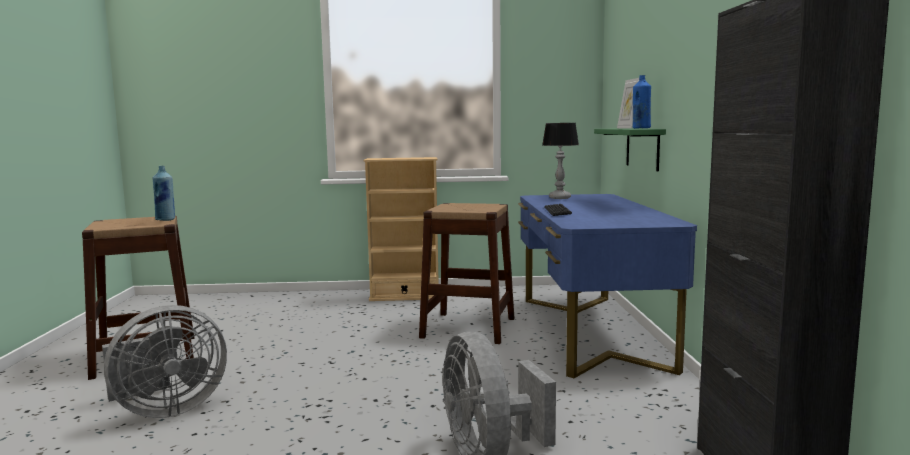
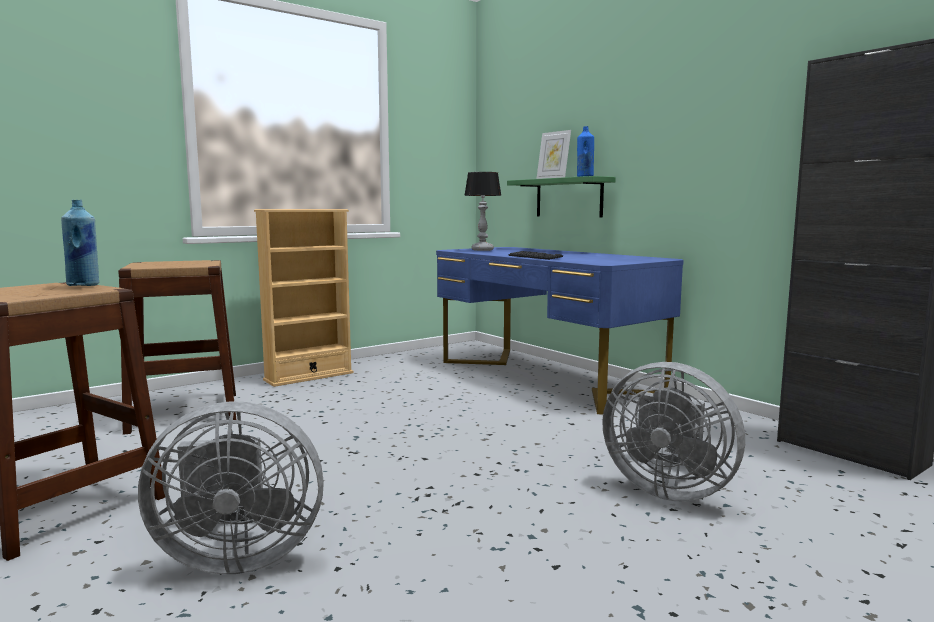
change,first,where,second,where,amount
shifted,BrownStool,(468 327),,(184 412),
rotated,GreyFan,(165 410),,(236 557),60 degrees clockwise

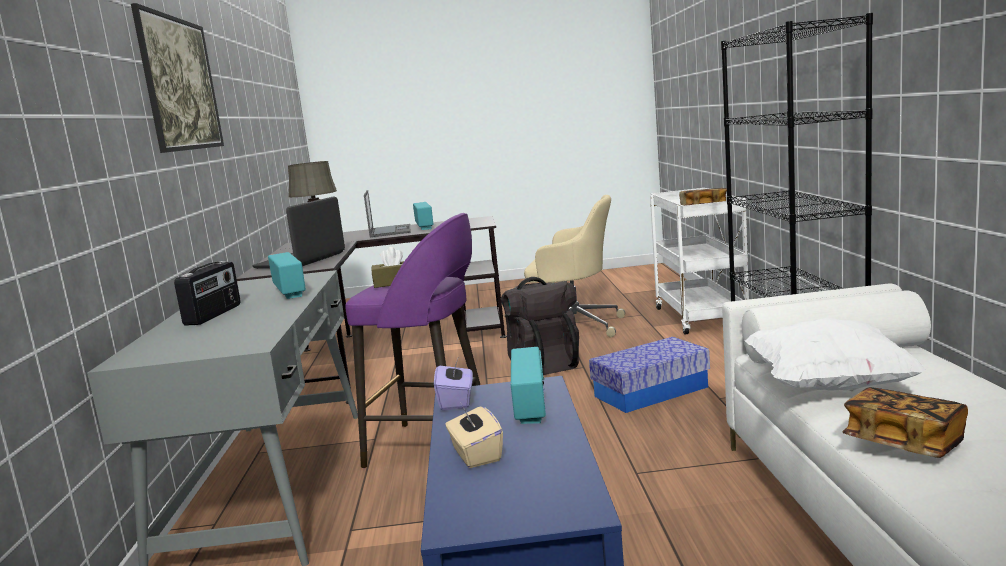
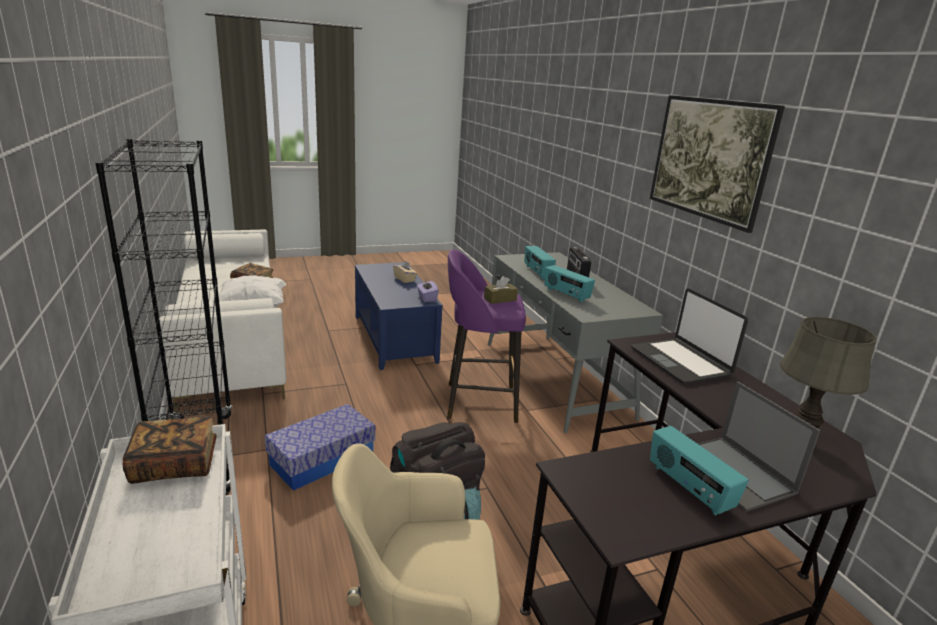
change,first,where,second,where,amount
rotated,Laptop,(301 260),,(680 362),150 degrees clockwise
shifted,Radio,(531 407),,(537 272),

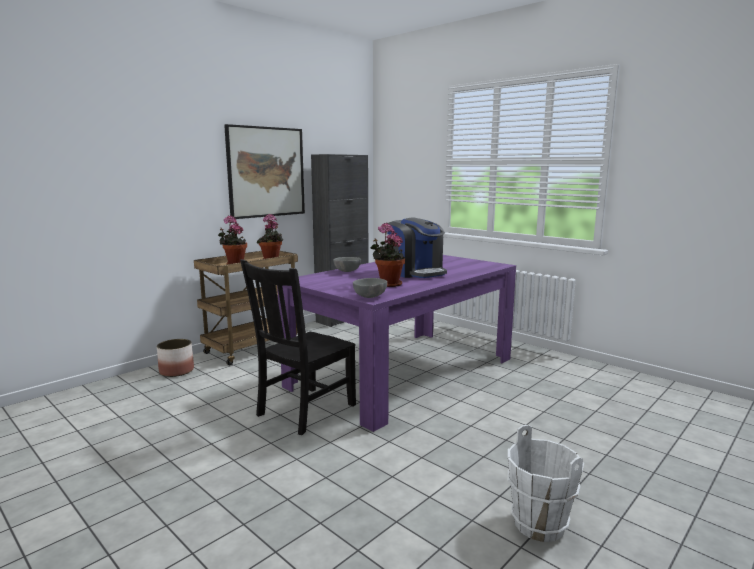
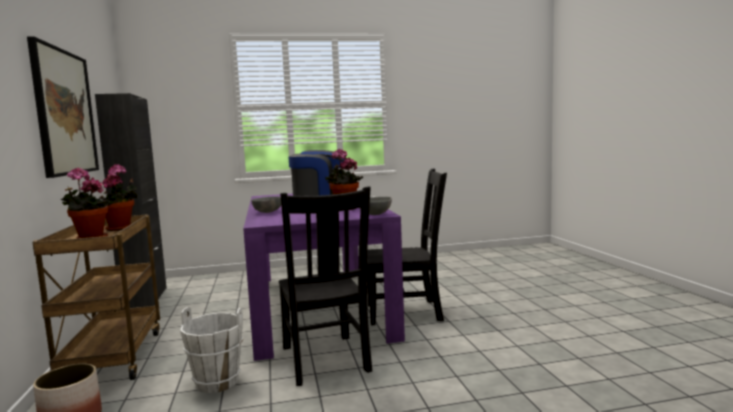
change,first,where,second,where,amount
shifted,WhiteBucket,(538 525),,(217 382),
new,,,BlackChair,(407 312),

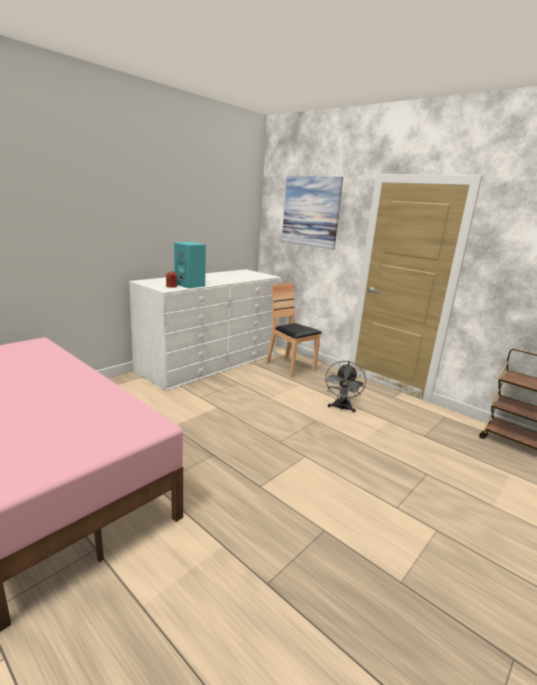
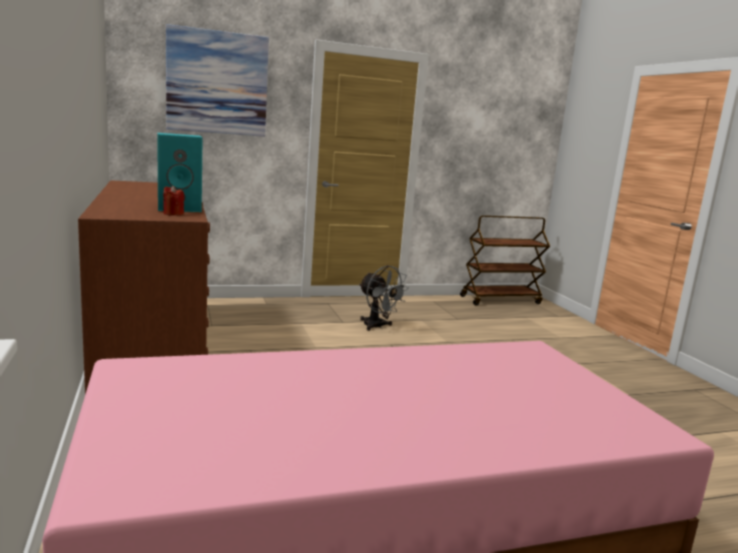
change,first,where,second,where,amount
repainted,WhiteDresser,(210 362),BrownDresser,(152 345),
gone,BrownChair,(290 367),,,

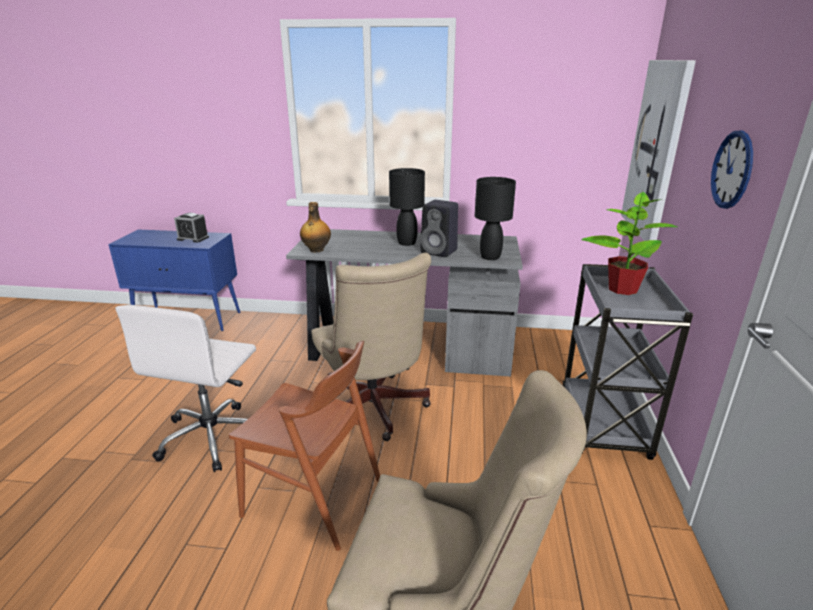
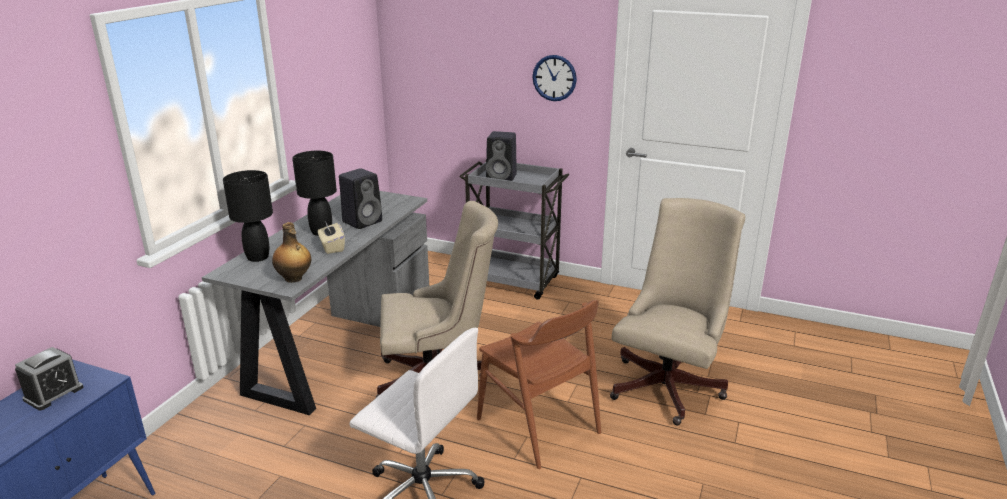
change,first,where,second,where,amount
gone,Picture,(657 150),,,
shifted,BlackTableLamp,(490 257),,(258 257),
swapped,PottedPlant,(622 289),BlackSpeaker,(502 177),
rotated,BrownChair,(313 497),,(538 425),105 degrees clockwise
new,,,BeigeTissueBox,(332 247),

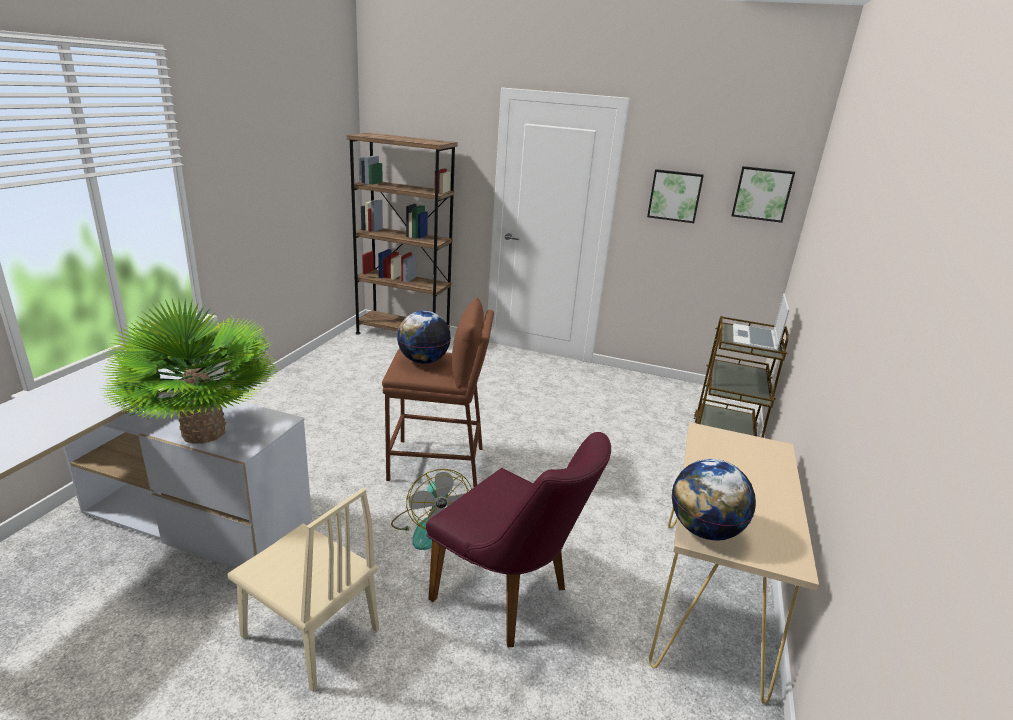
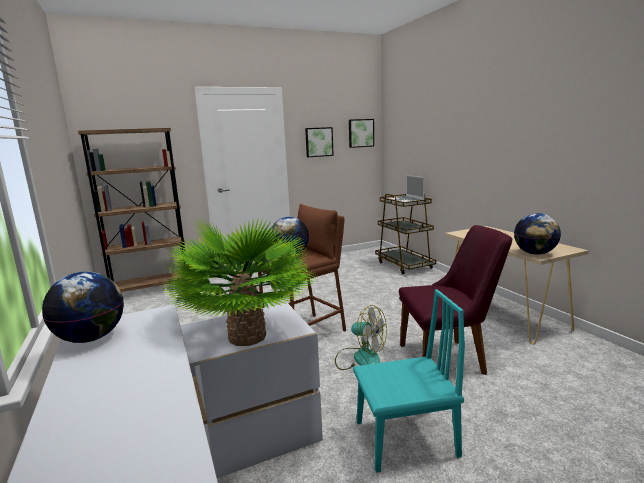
change,first,where,second,where,amount
repainted,BeigeChair,(310 632),TurquoiseChair,(405 438),
new,,,Globe,(91 338),

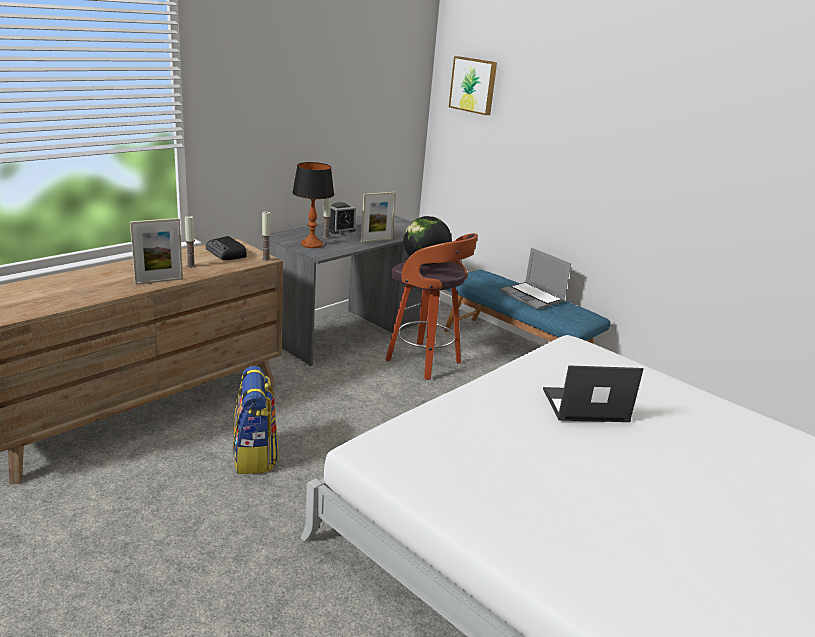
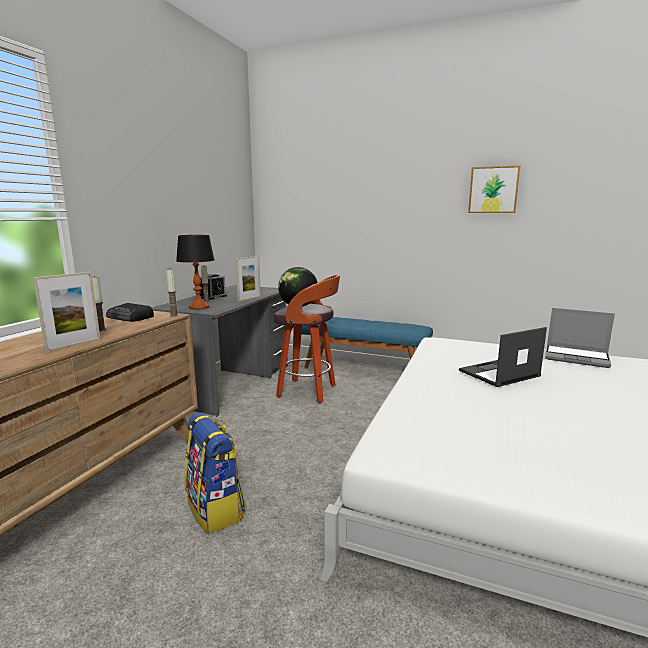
change,first,where,second,where,amount
shifted,Picture,(474 85),,(493 190),
shifted,Laptop,(533 297),,(577 357),

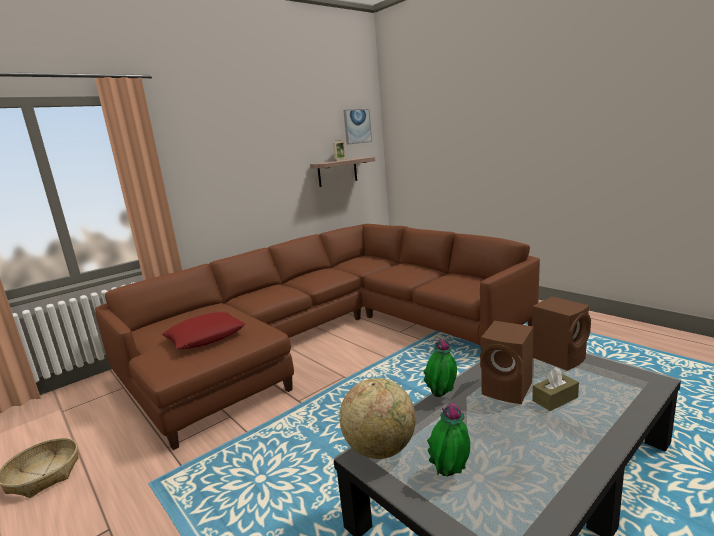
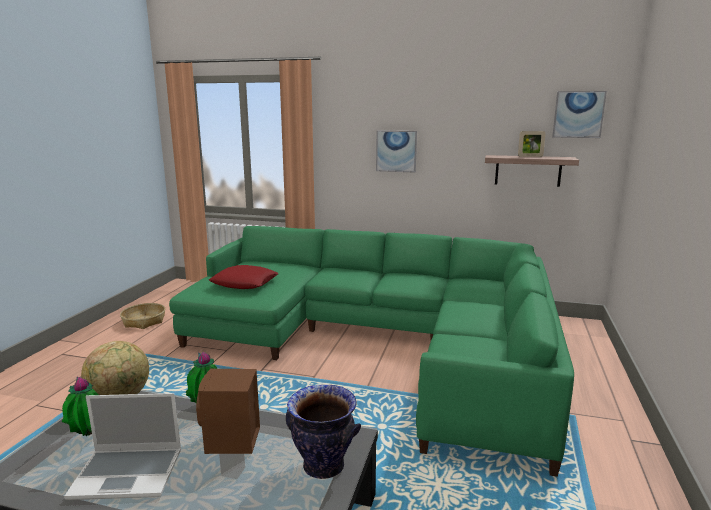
change,first,where,second,where,amount
repainted,BrownSofa,(325 336),GreenSofa,(379 342),
swapped,BrownSpeaker,(559 357),Vase,(324 466),
gone,BrownTissueBox,(555 399),,,
new,,,Picture,(396 151),
new,,,Laptop,(129 473),

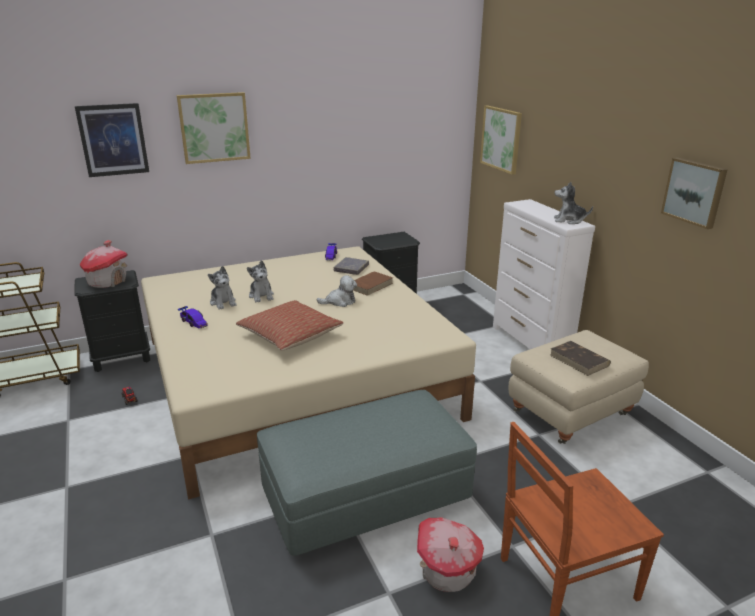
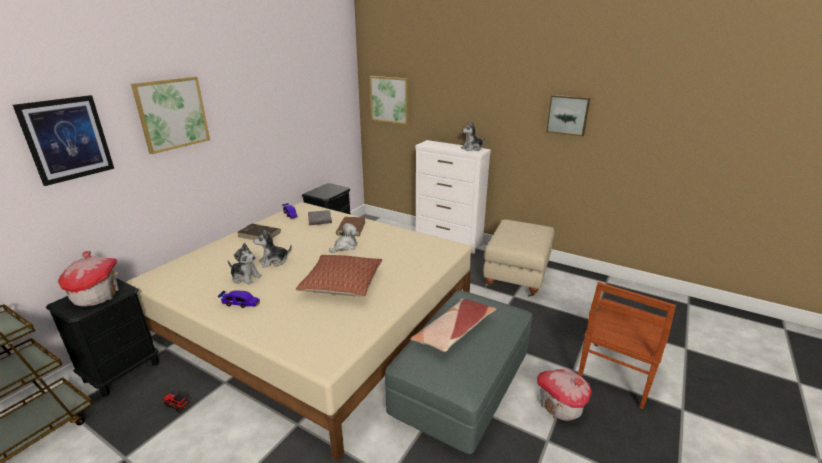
change,first,where,second,where,amount
rotated,PlushToy,(261 296),,(274 261),120 degrees clockwise
shifted,BrownBook,(579 360),,(260 234),
new,,,Pillow,(454 332),

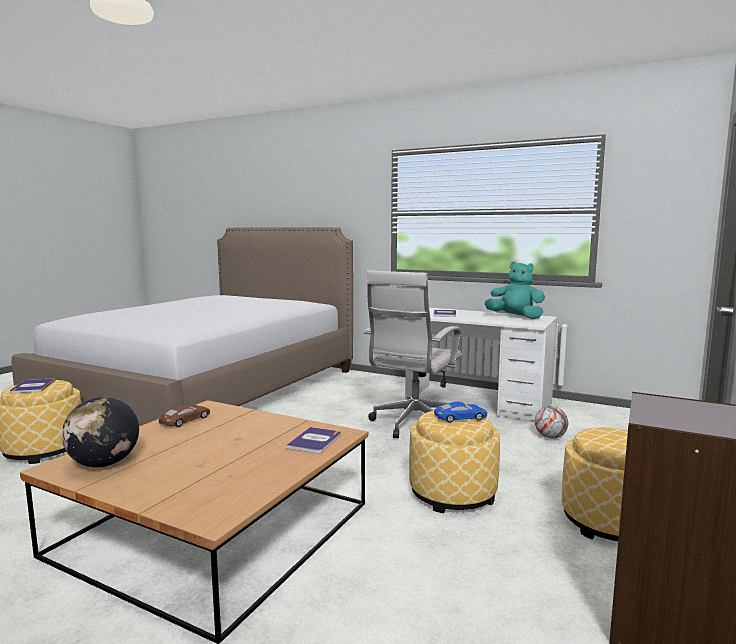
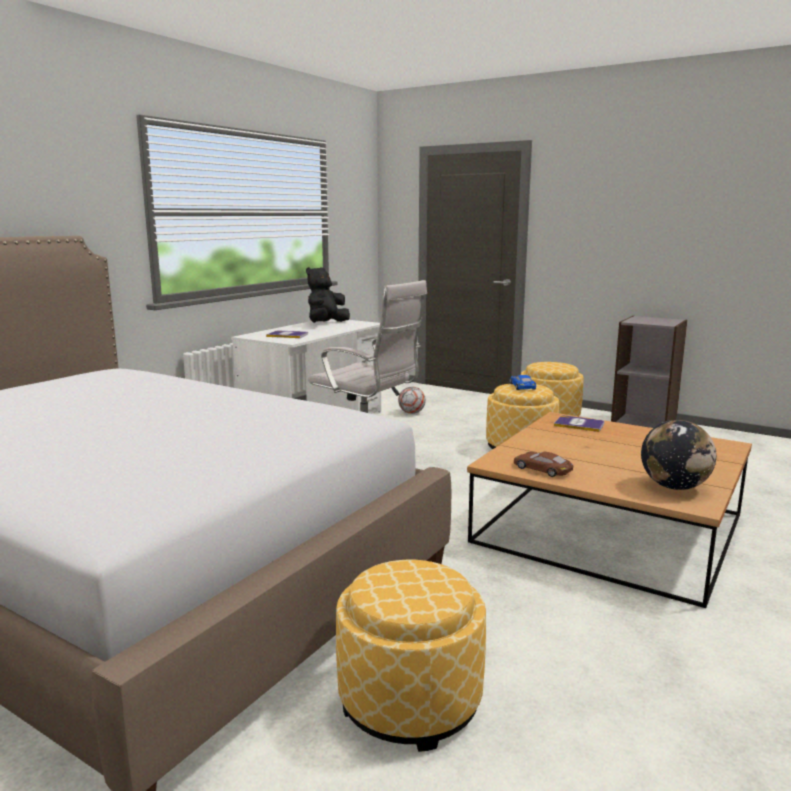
change,first,where,second,where,amount
repainted,TurquoisePlushToy,(515 317),BlackPlushToy,(326 324),
gone,Book,(33 386),,,

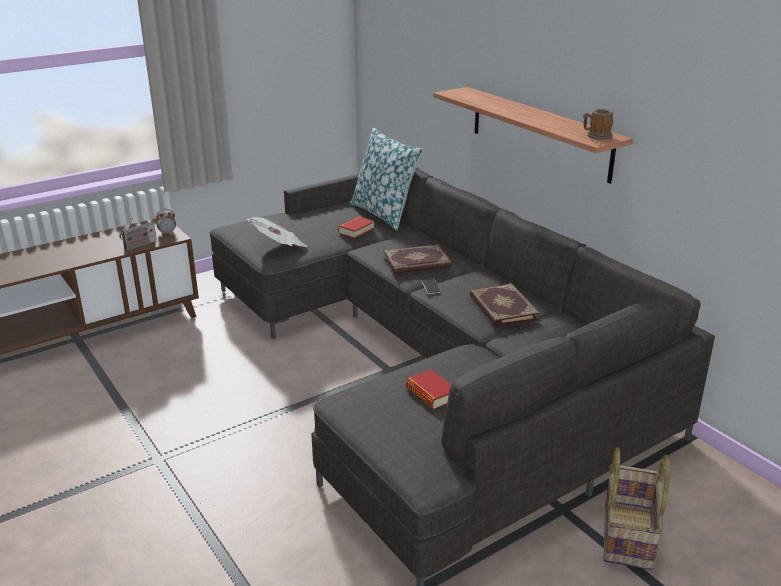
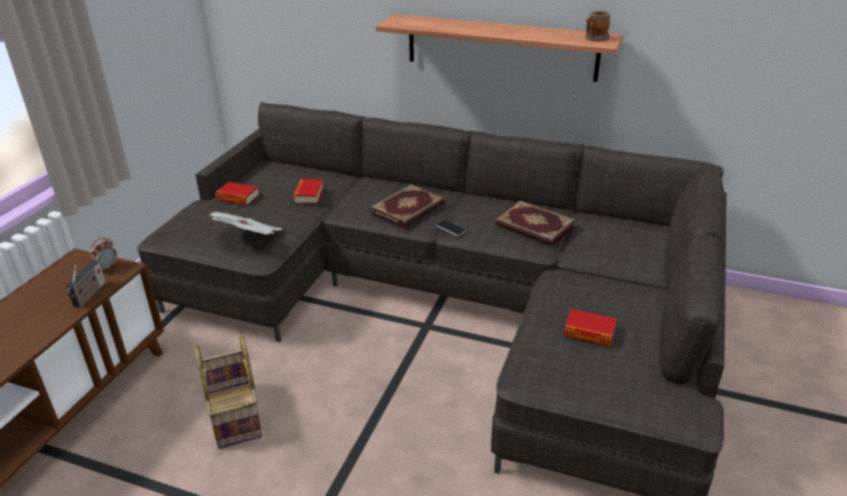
change,first,where,second,where,amount
gone,Pillow,(384 213),,,
shifted,Basket,(629 535),,(236 415),
new,,,Book,(237 198),

